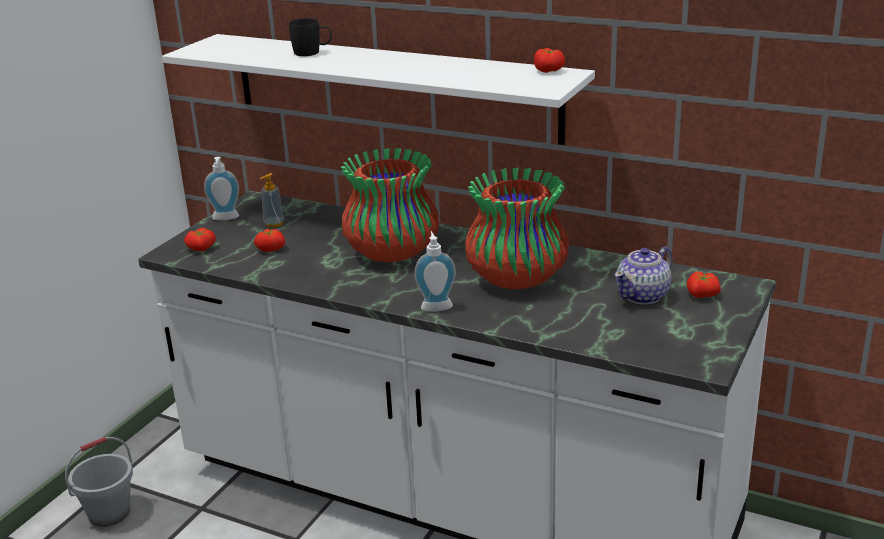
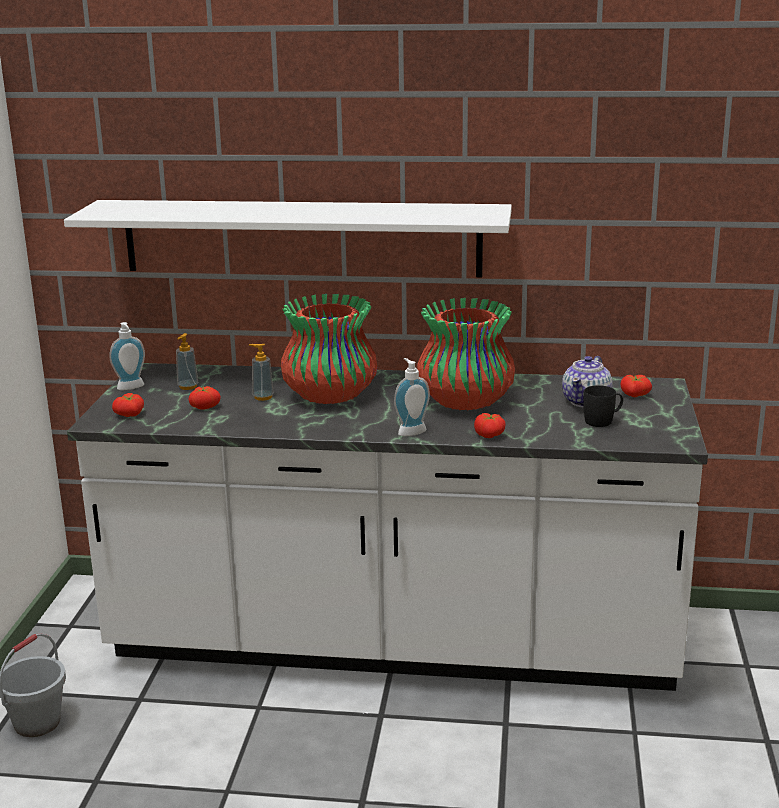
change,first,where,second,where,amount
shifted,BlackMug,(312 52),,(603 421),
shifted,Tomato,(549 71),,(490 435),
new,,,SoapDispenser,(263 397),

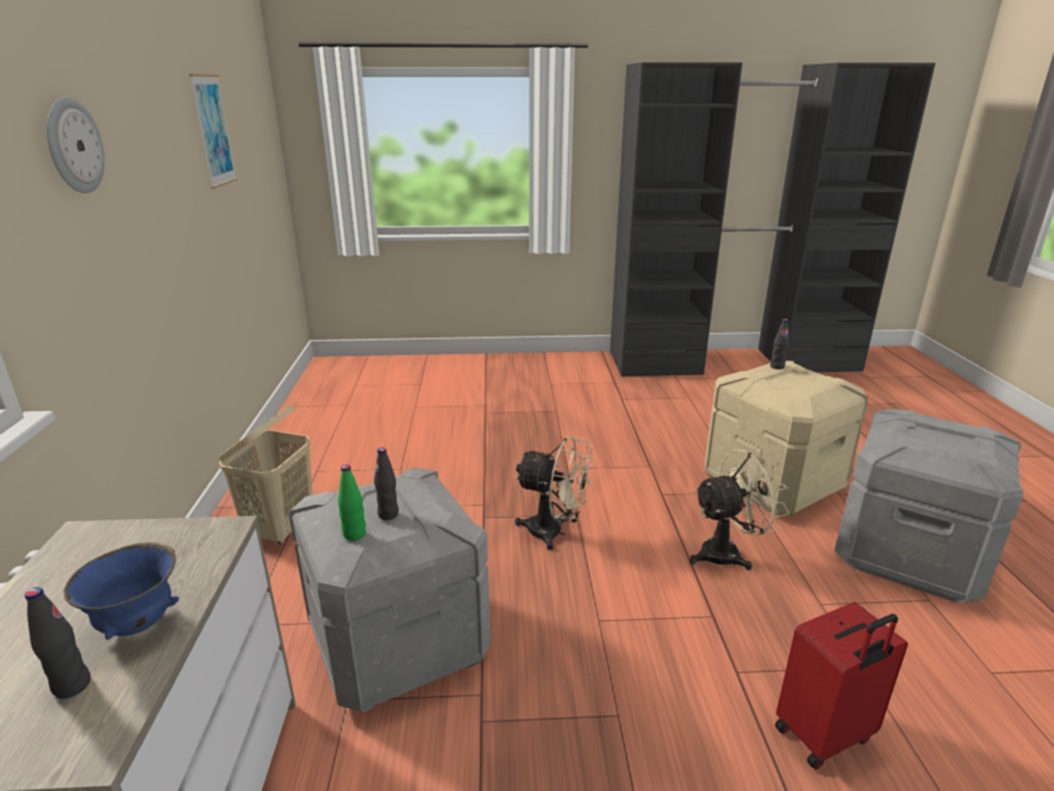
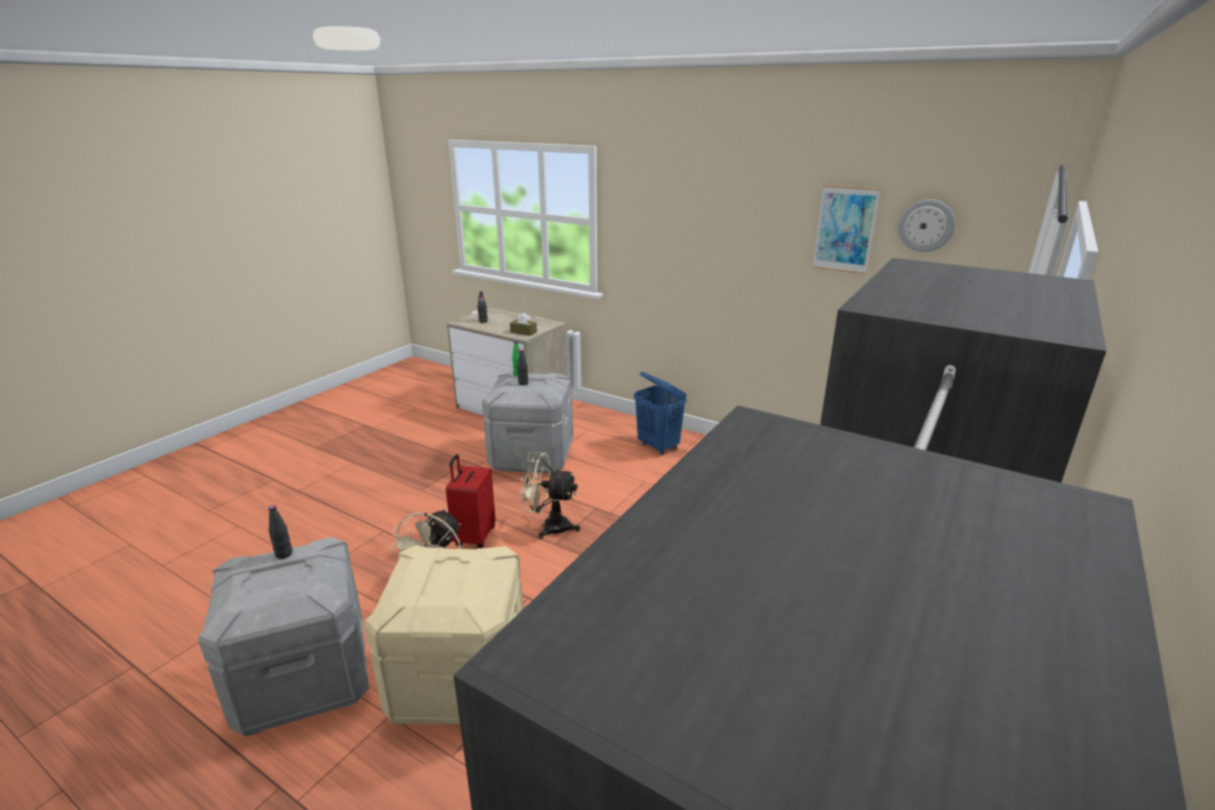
change,first,where,second,where,amount
shifted,WallClock,(73 146),,(926 225),
shifted,BlackBottle,(777 367),,(284 554),
repainted,BeigeLaundryBasket,(281 529),BlueLaundryBasket,(658 446),
rotated,BeigeFan,(554 532),,(549 526),45 degrees clockwise
gone,BlueBowl,(139 624),,,
shifted,RedSuitcase,(825 736),,(474 537),
new,,,BrownTissueBox,(523 332),

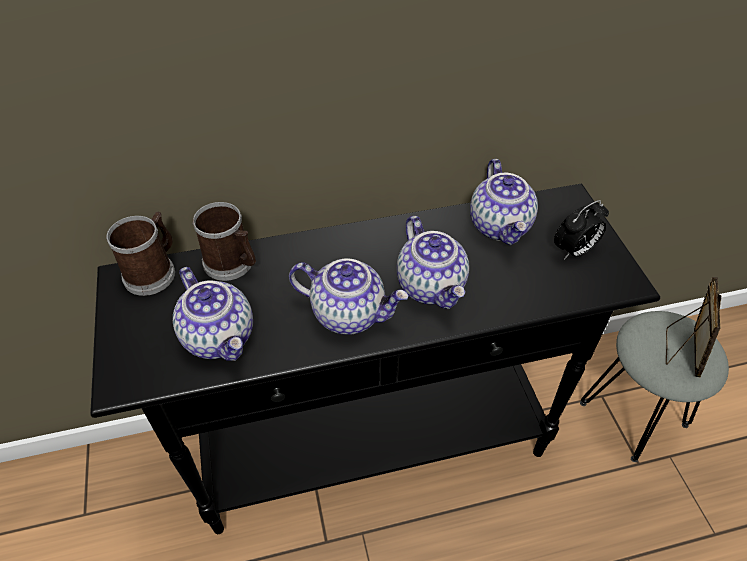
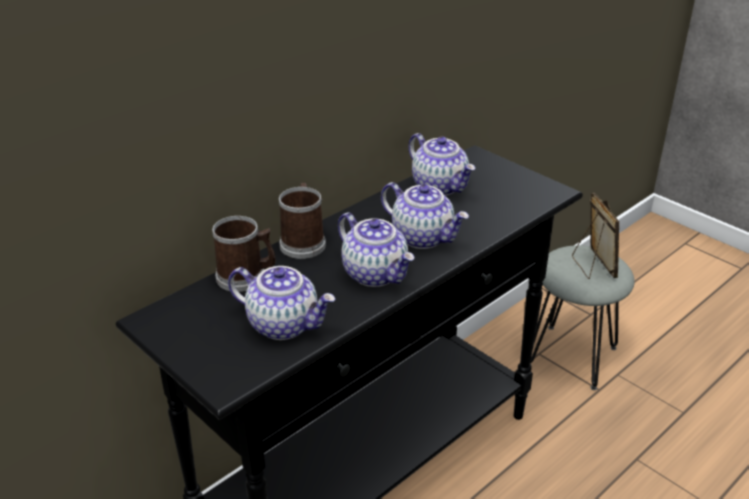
change,first,where,second,where,amount
gone,AlarmClock,(574 251),,,
shifted,Mug,(154 272),,(303 242),
rotated,Teapot,(349 313),,(376 274),60 degrees clockwise

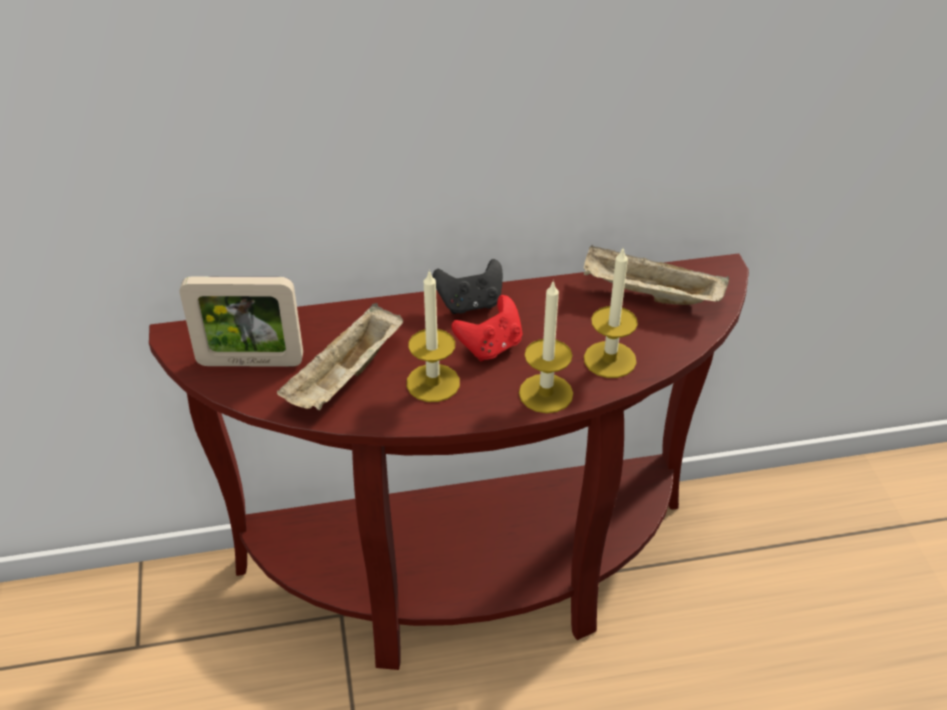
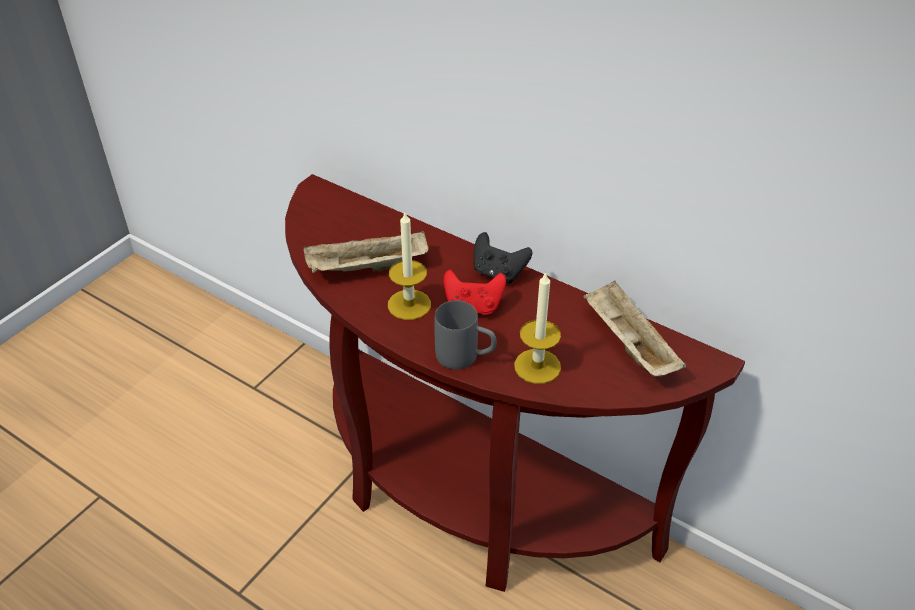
change,first,where,second,where,amount
gone,PictureFrame,(250 362),,,
swapped,Candle,(546 393),GreyMug,(465 358),

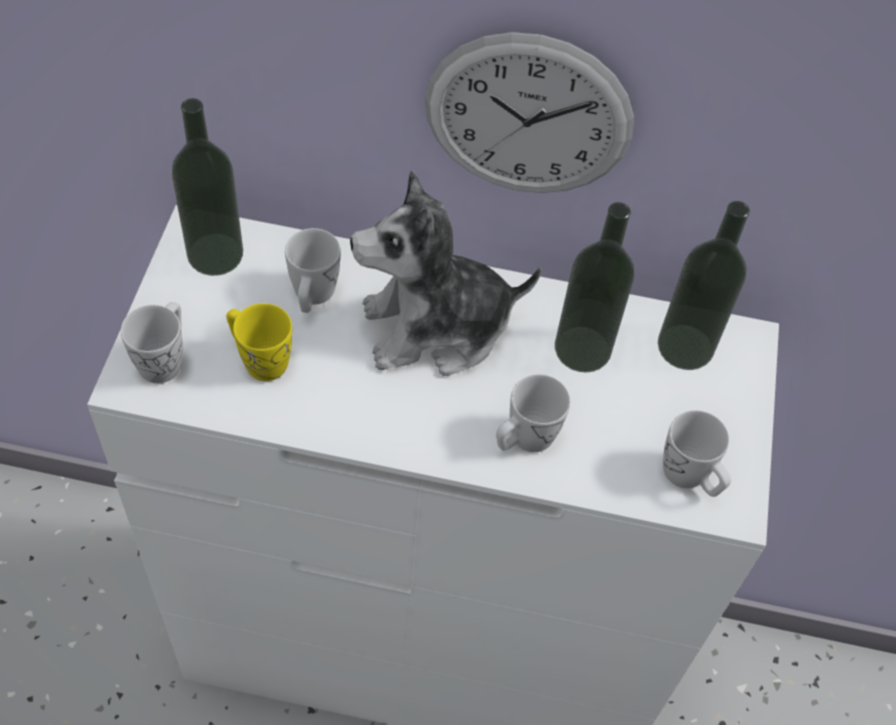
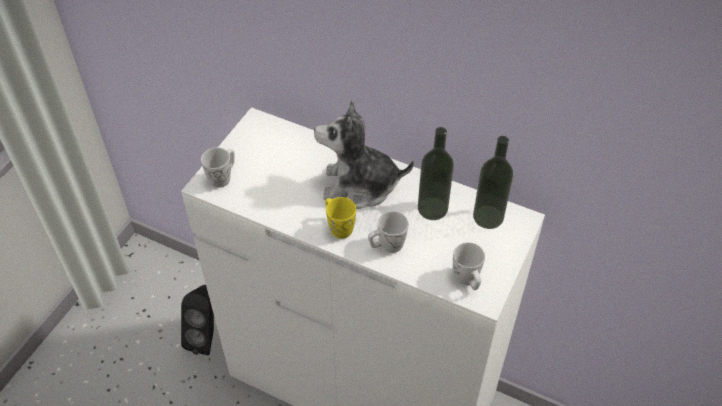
change,first,where,second,where,amount
gone,WallClock,(528 117),,,
gone,Bottle,(215 254),,,
gone,WhiteMug,(312 296),,,
shifted,YellowMug,(259 359),,(338 227),
new,,,BlackSpeaker,(206 337),

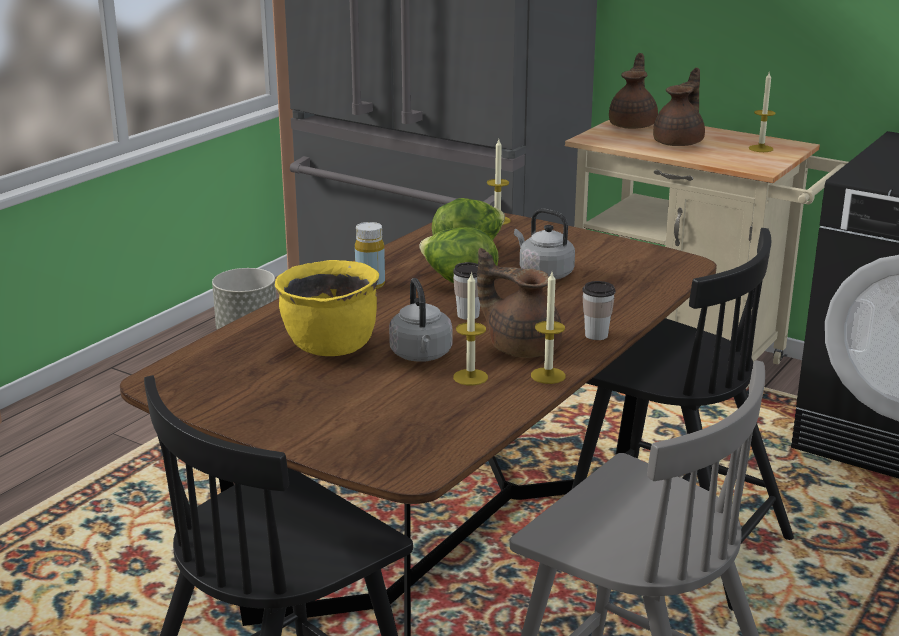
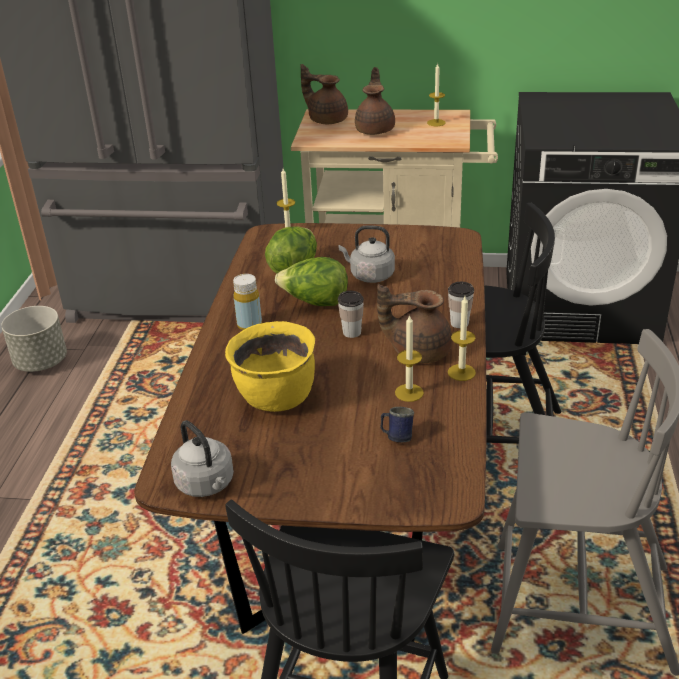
change,first,where,second,where,amount
rotated,BrownTeapot,(633 125),,(327 120),45 degrees counterclockwise
shifted,GreyKettle,(421 355),,(207 484),
new,,,BlueMug,(396 437),

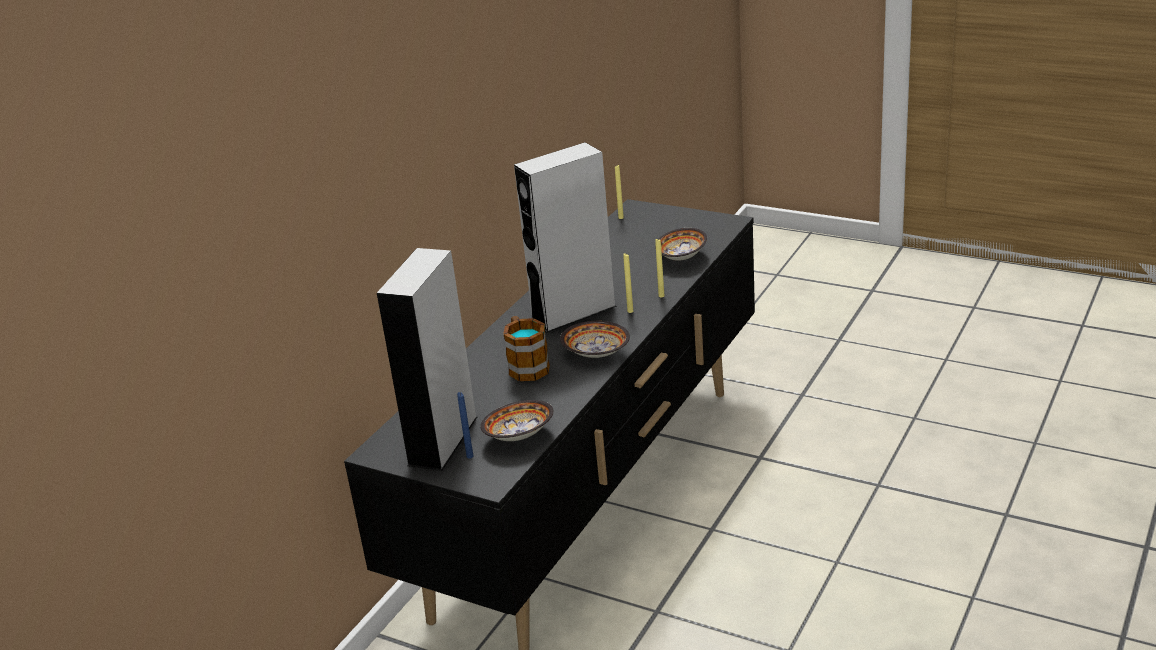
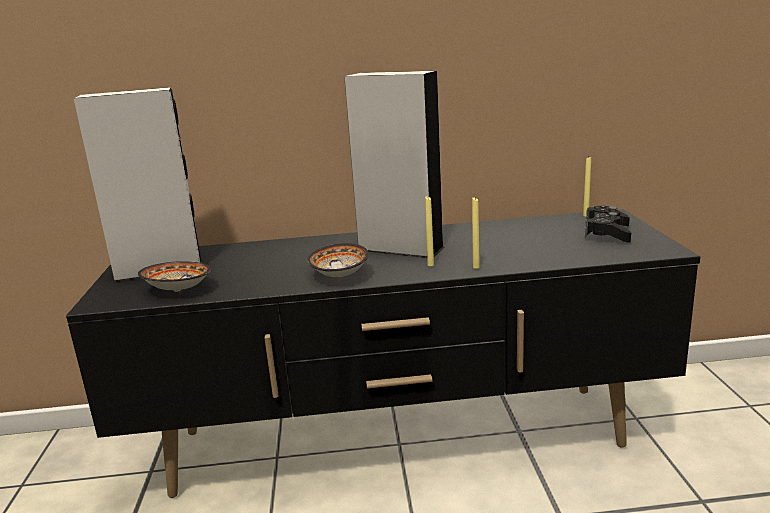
change,first,where,second,where,amount
gone,Bowl,(681 257),,,
gone,Mug,(526 365),,,
gone,BlueCandle,(470 456),,,
new,,,BlackGameController,(607 233),

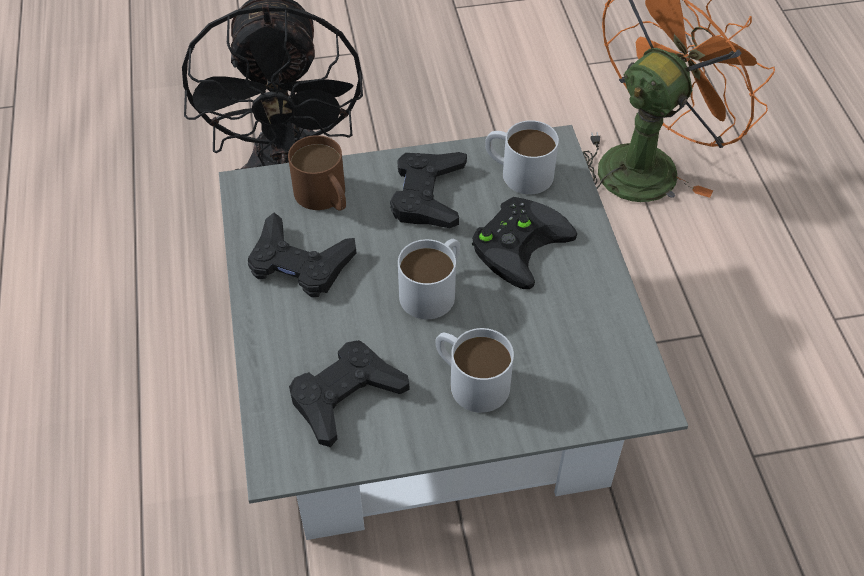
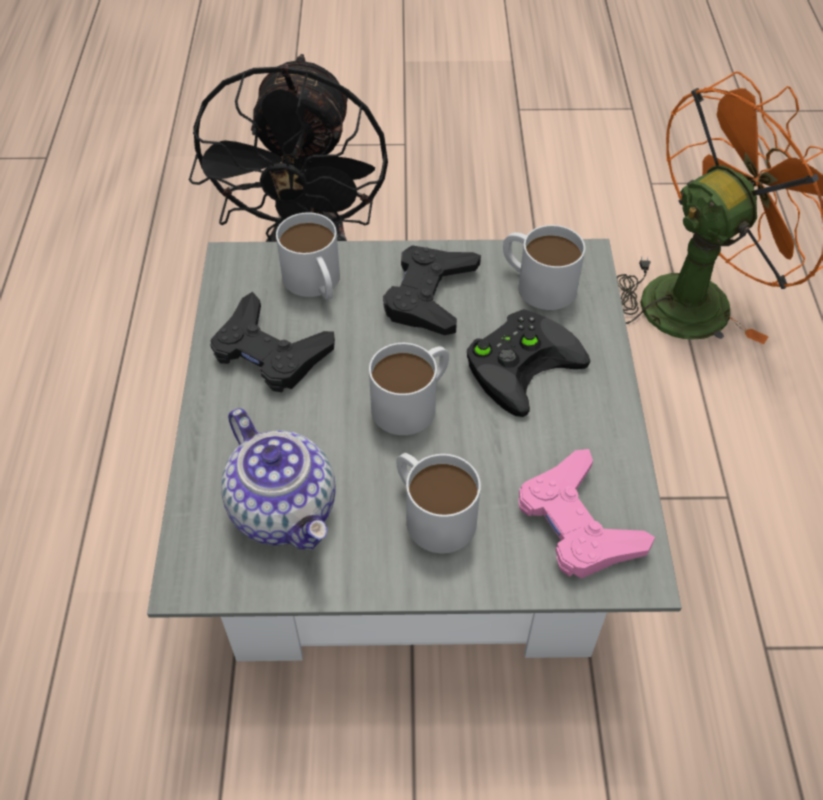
change,first,where,second,where,amount
repainted,BrownMug,(325 197),WhiteMug,(315 284),
swapped,BlackGameController,(346 396),Teapot,(285 510),
new,,,PinkGameController,(577 523),

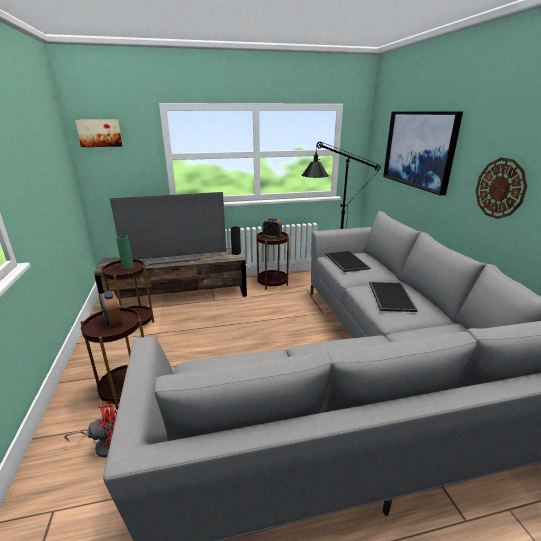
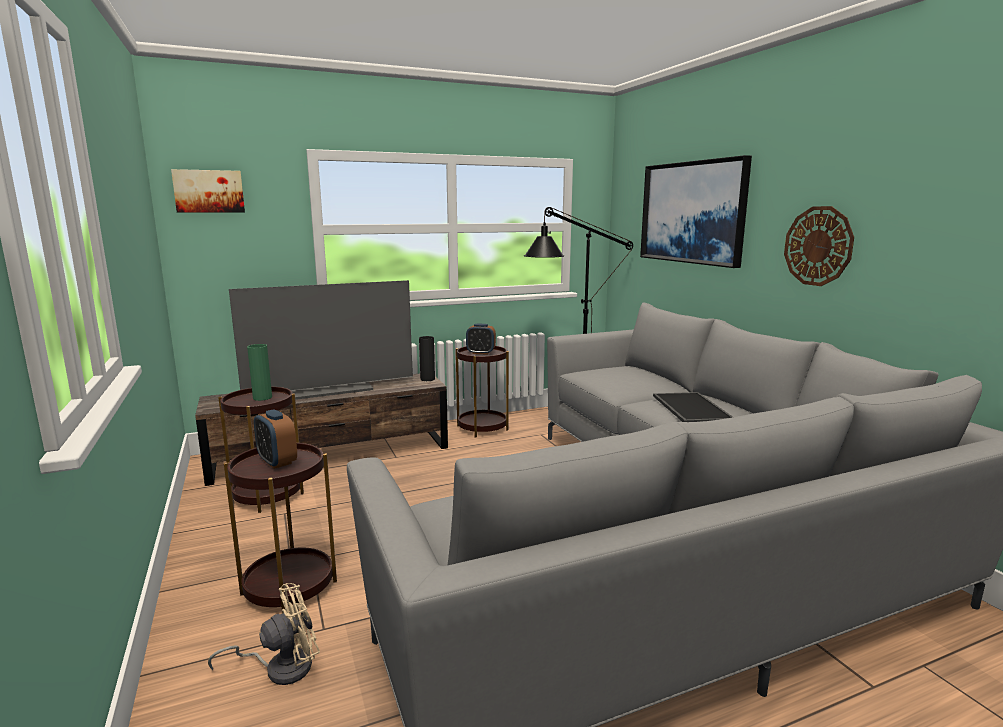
change,first,where,second,where,amount
gone,Tray,(345 261),,,
repainted,RedFan,(105 445),BeigeFan,(281 667),

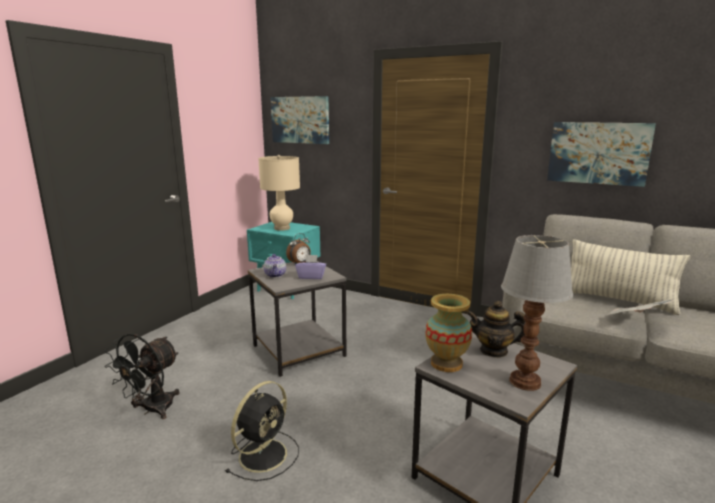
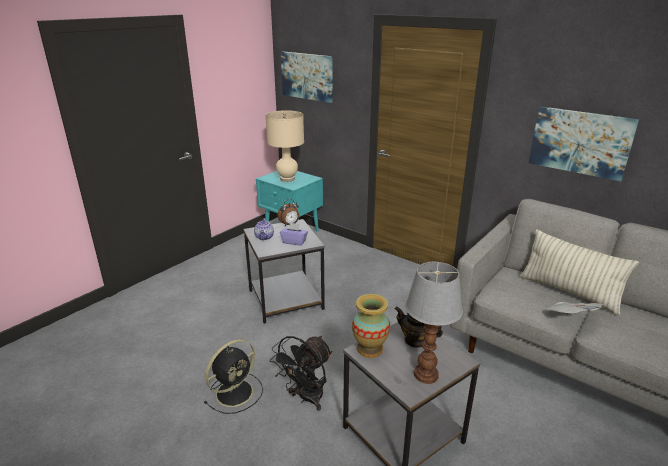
change,first,where,second,where,amount
shifted,BlackFan,(152 410),,(306 398),

